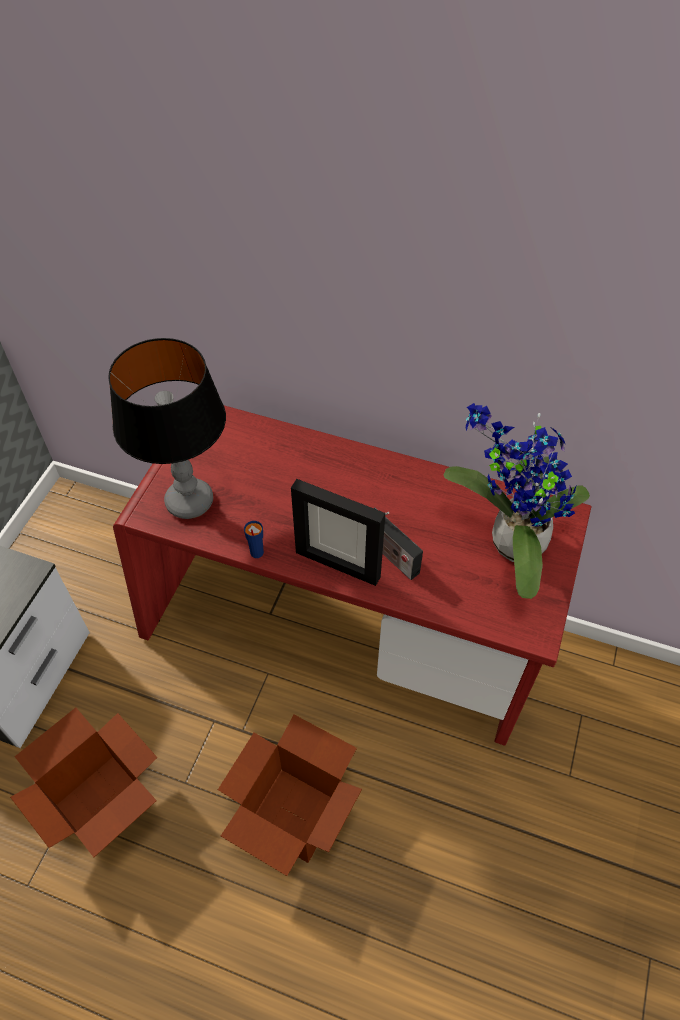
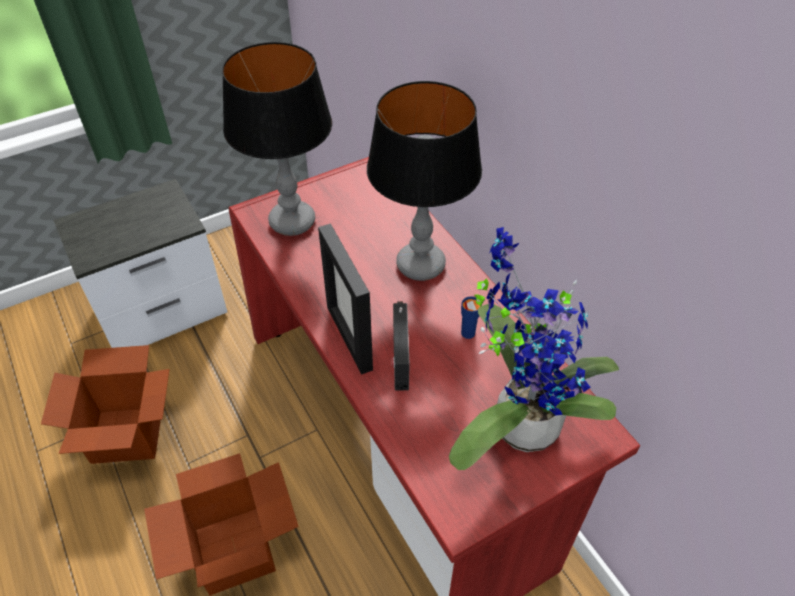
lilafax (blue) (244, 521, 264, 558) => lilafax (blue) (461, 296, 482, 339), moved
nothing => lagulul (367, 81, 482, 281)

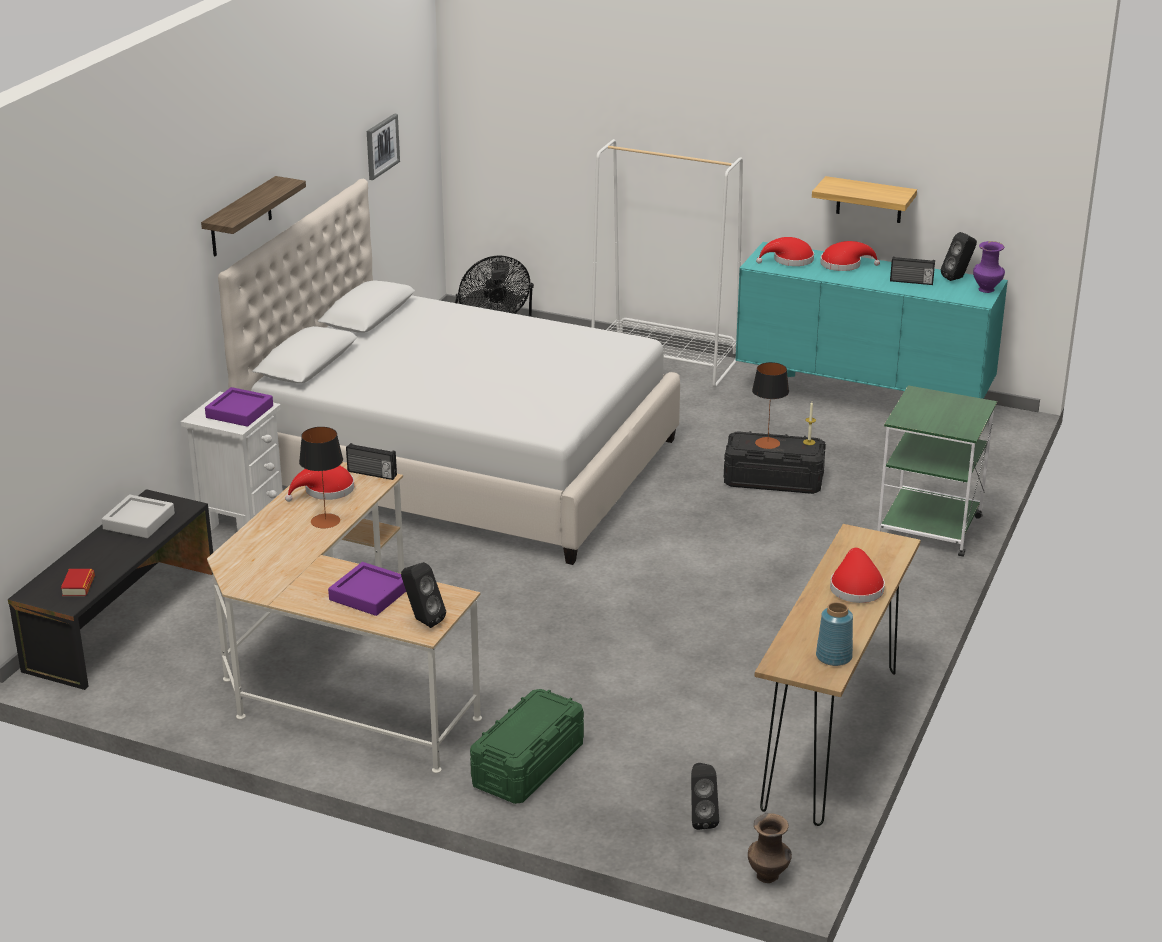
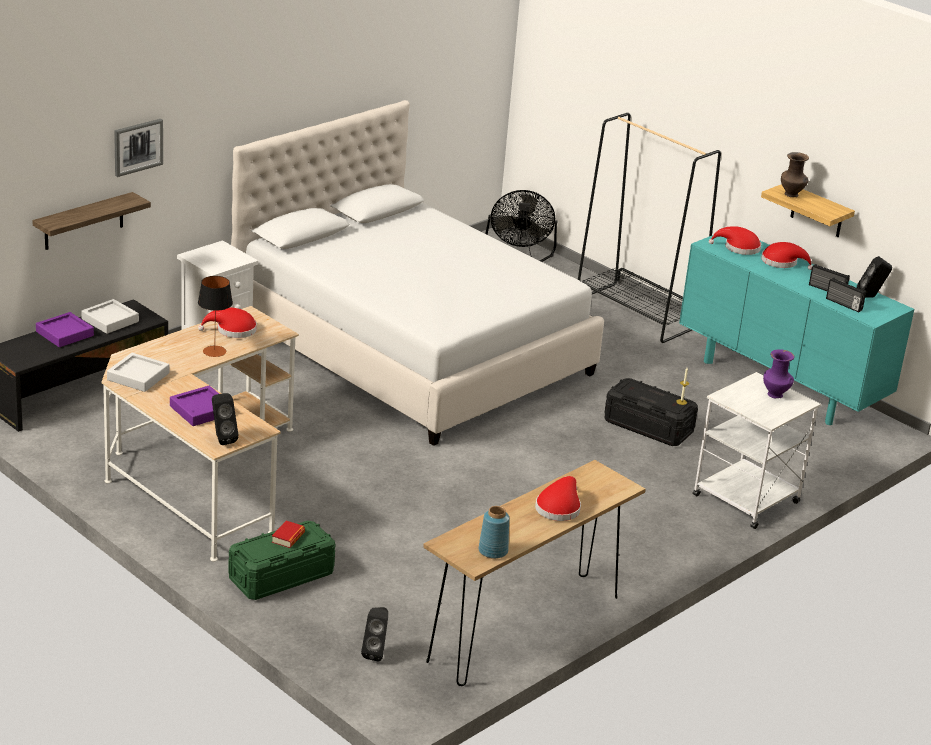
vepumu (61, 569, 95, 596) => vepumu (272, 521, 305, 548), moved
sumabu (201, 176, 306, 256) => sumabu (32, 192, 151, 250), moved
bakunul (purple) (205, 387, 273, 427) => bakunul (purple) (36, 312, 94, 347), moved
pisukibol (346, 443, 397, 480) => pisukibol (826, 278, 866, 312), moved
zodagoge (367, 113, 400, 180) => zodagoge (114, 119, 163, 177), moved
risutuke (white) (591, 139, 743, 388) => risutuke (black) (578, 113, 721, 343)
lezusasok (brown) (748, 813, 792, 883) => lezusasok (brown) (781, 152, 809, 197), moved
lagulul (752, 362, 789, 449) => nothing
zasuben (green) (877, 385, 997, 557) => zasuben (white) (692, 372, 821, 529)
lezusasok (purple) (973, 241, 1005, 293) => lezusasok (purple) (763, 349, 795, 399), moved
nothing => bakunul (grey) (107, 353, 169, 392)

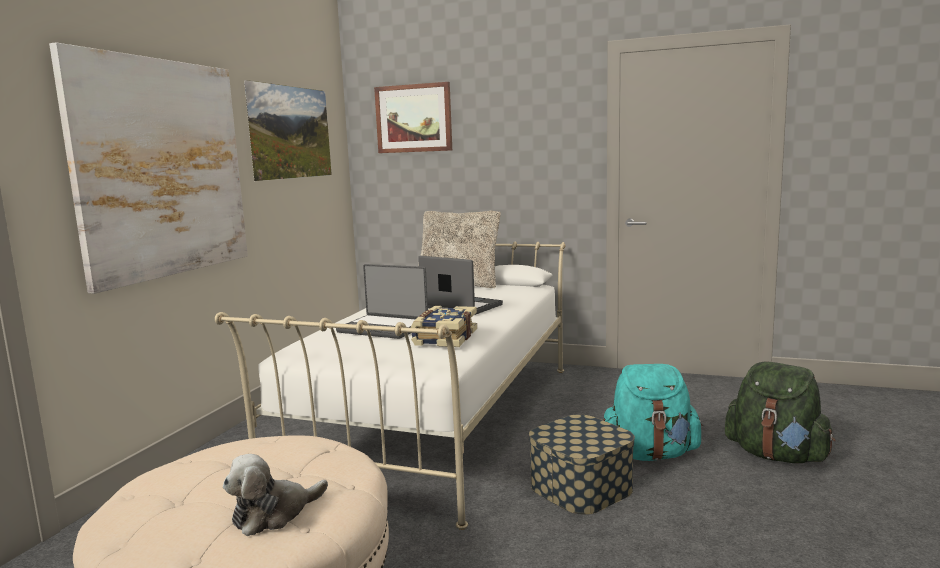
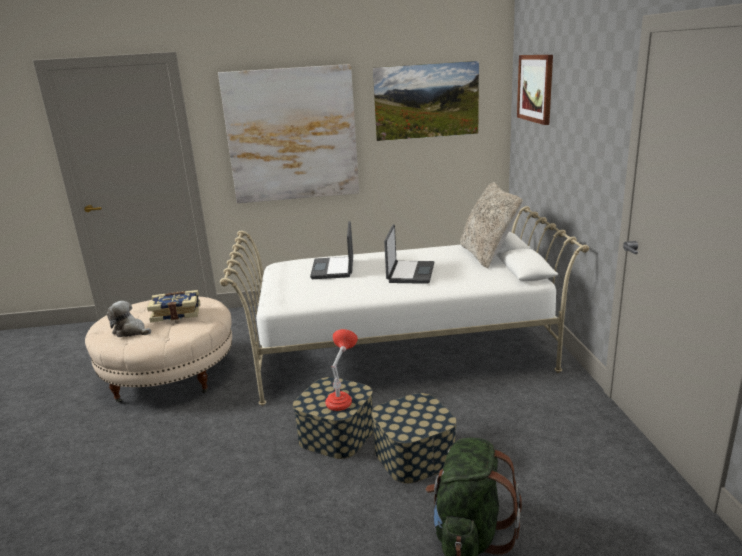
vepumu (411, 306, 477, 347) => vepumu (147, 290, 200, 322), moved
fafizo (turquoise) (603, 364, 703, 461) => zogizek (371, 393, 457, 484)
nothing => lagulul (red) (325, 329, 358, 411)

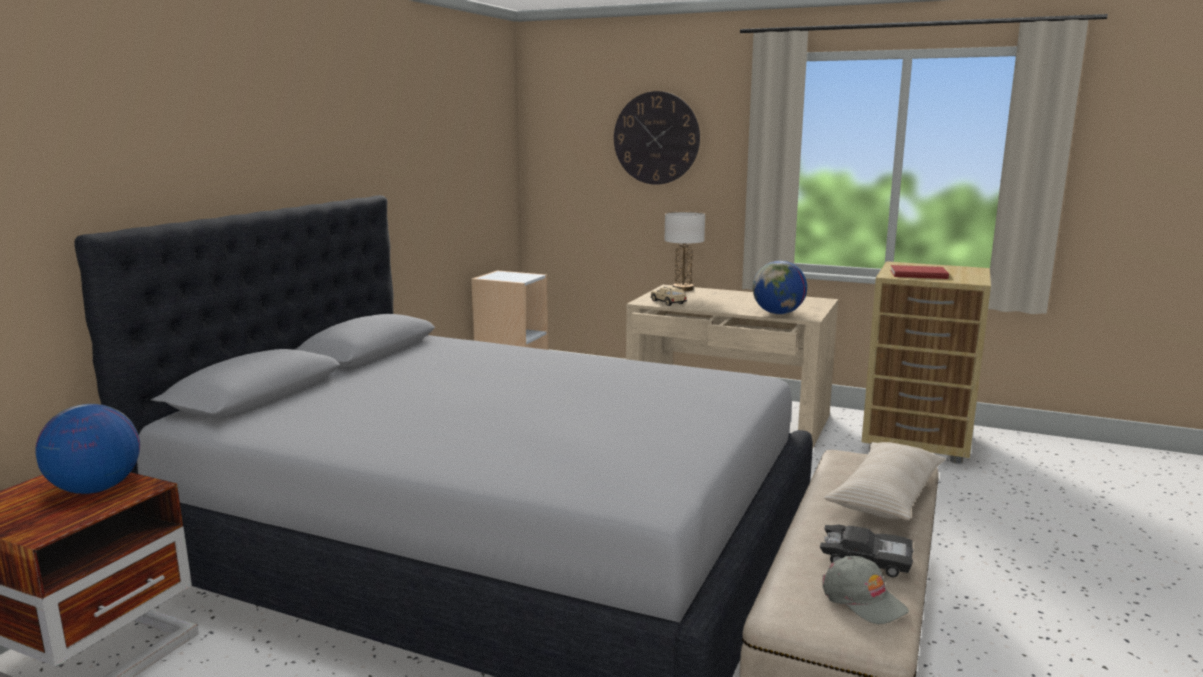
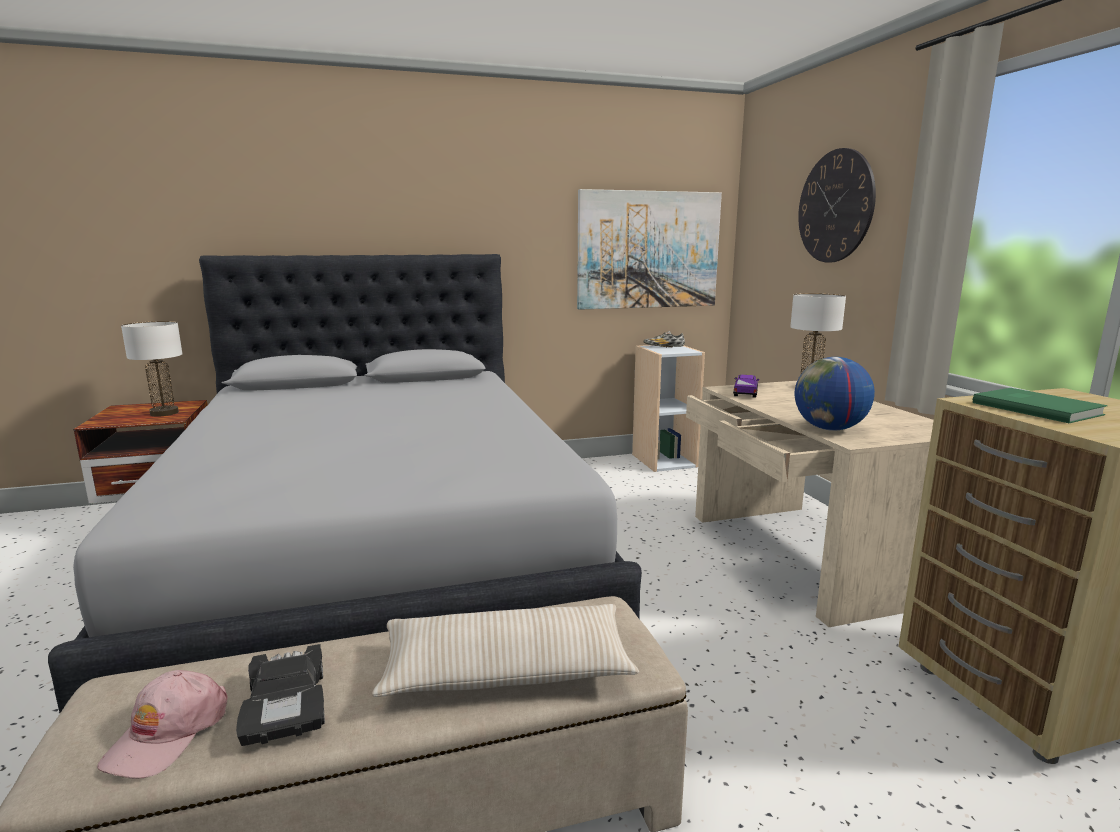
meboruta (35, 404, 140, 494) => lagulul (121, 321, 182, 417)
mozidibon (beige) (650, 286, 687, 306) => mozidibon (purple) (733, 375, 759, 398)
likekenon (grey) (823, 556, 909, 624) => likekenon (pink) (97, 670, 228, 779)
vepumu (red) (890, 265, 949, 279) => vepumu (green) (973, 388, 1108, 423)
nothing => zodagoge (577, 189, 722, 310)
nothing => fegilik (643, 331, 685, 348)

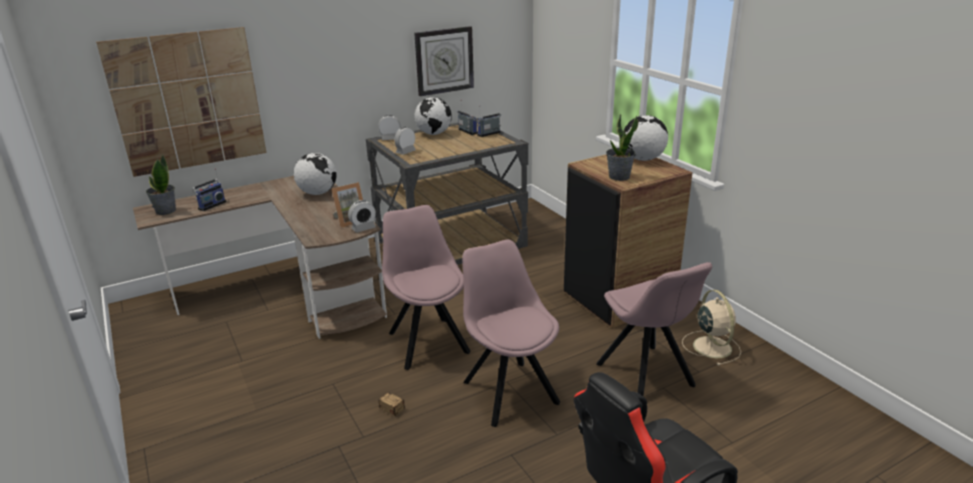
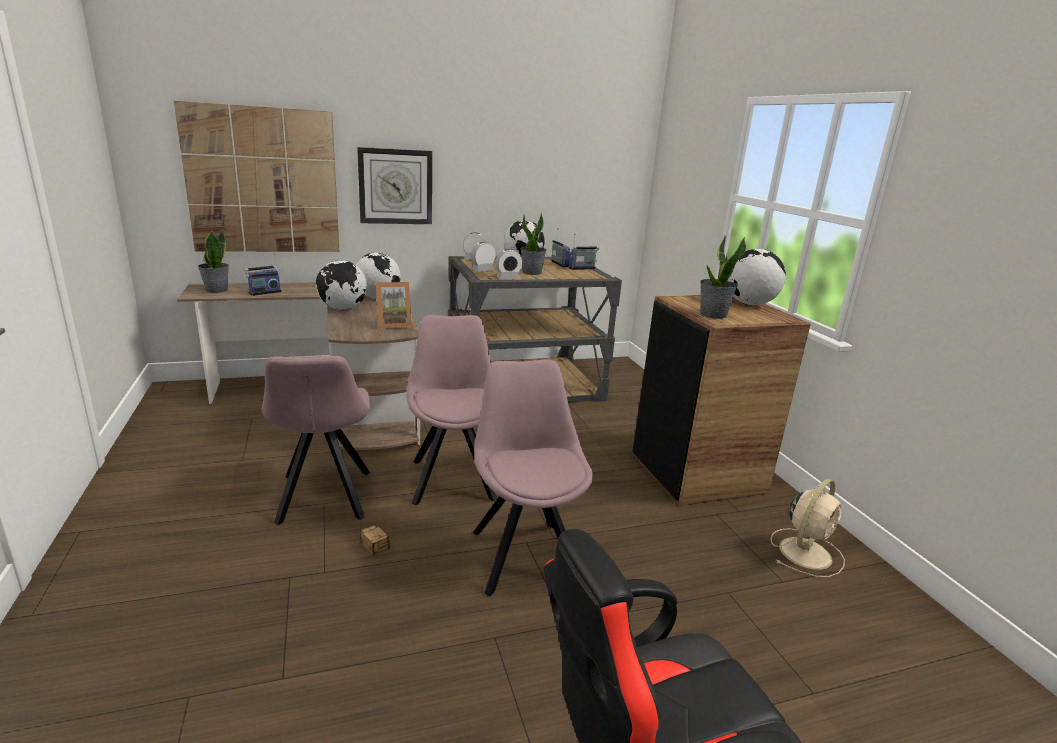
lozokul (348, 200, 376, 232) => lozokul (495, 249, 523, 279), moved
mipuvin (414, 26, 474, 96) => mipuvin (357, 147, 432, 224), moved
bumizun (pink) (596, 262, 712, 396) => bumizun (pink) (262, 356, 370, 525), moved
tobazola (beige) (682, 290, 741, 366) => tobazola (beige) (771, 479, 845, 577), 45 degrees clockwise
nothing => meboruta (316, 260, 367, 310)
nothing => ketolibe (520, 213, 547, 275)

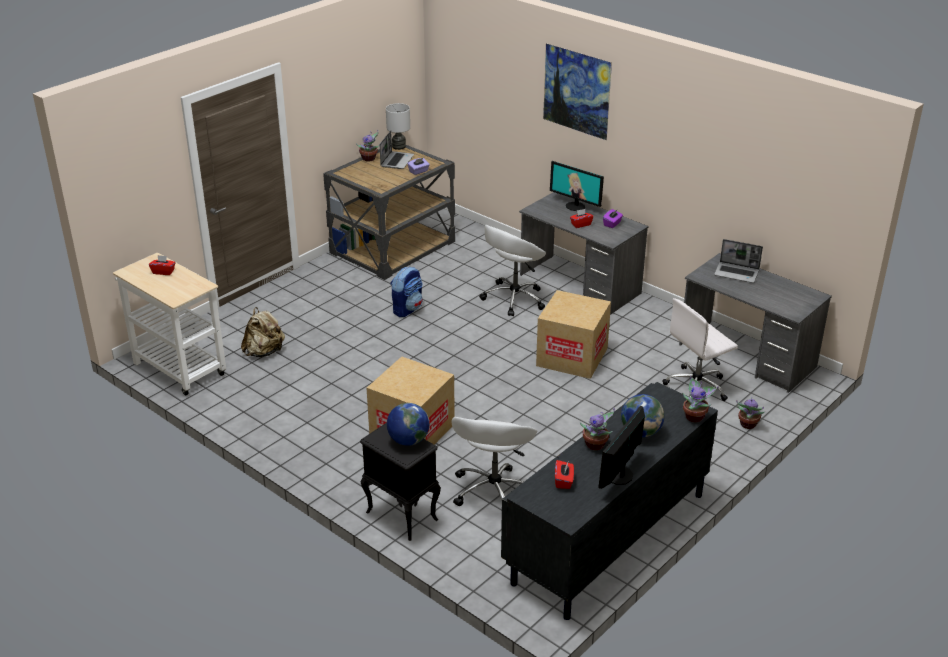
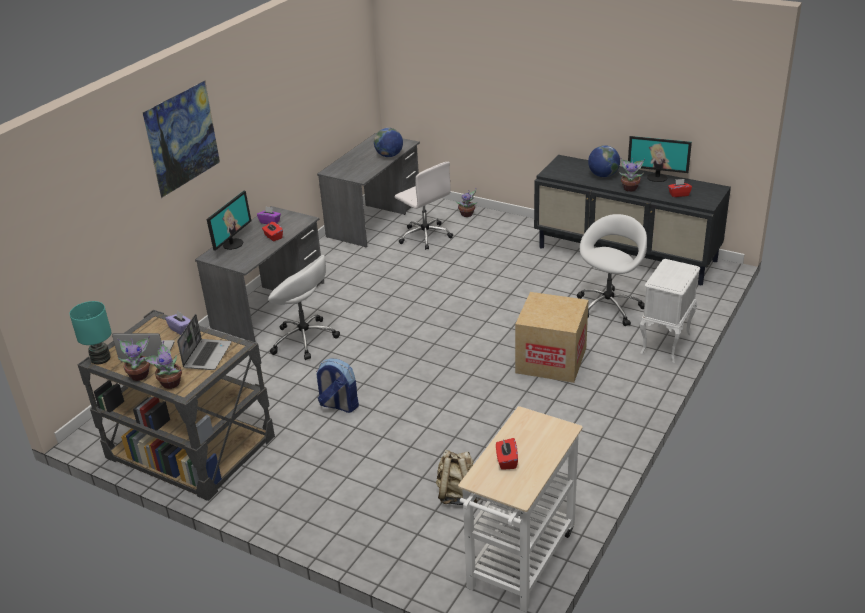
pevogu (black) (360, 423, 441, 541) => pevogu (white) (640, 259, 700, 363)
lagulul (grey) (386, 103, 410, 150) => lagulul (turquoise) (70, 301, 112, 364)
meboruta (387, 403, 429, 446) => meboruta (374, 128, 403, 157), moved
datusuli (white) (452, 417, 537, 506) => datusuli (white) (577, 214, 647, 326), 45 degrees counterclockwise
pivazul (536, 290, 611, 379) => nothing
ketolibe (682, 376, 718, 423) => ketolibe (143, 341, 182, 389), moved
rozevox (714, 239, 763, 283) => rozevox (177, 314, 232, 370), moved

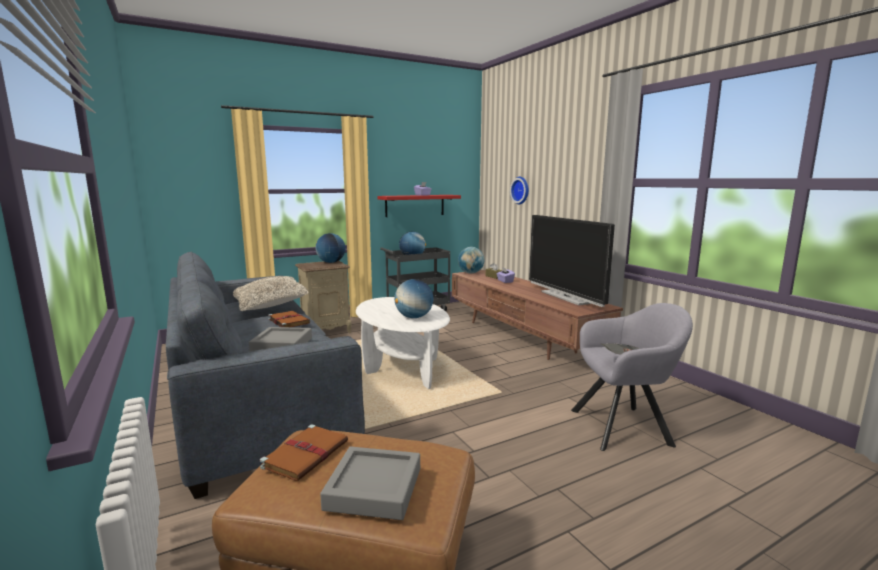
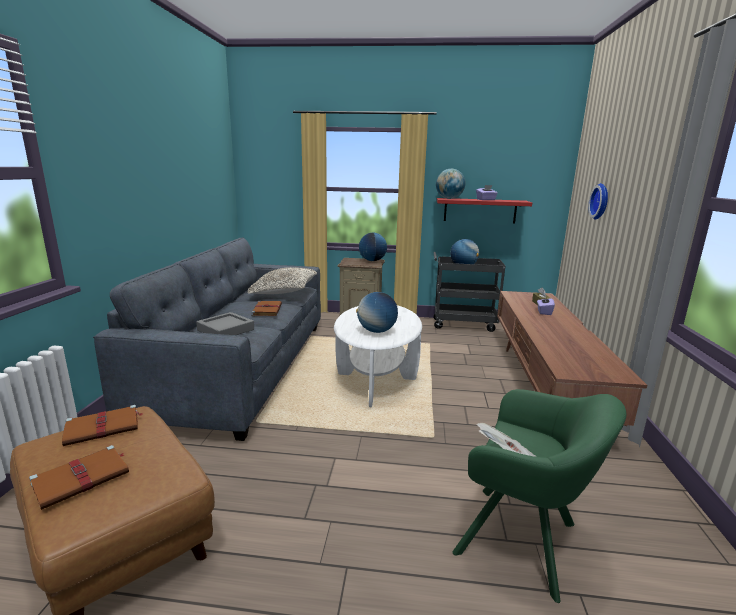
bakunul (grey) (320, 446, 420, 520) => vepumu (brown) (29, 445, 129, 510)
meboruta (458, 247, 485, 273) => meboruta (436, 169, 465, 199), moved
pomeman (529, 215, 615, 307) => nothing
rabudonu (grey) (571, 303, 693, 451) => rabudonu (green) (452, 389, 626, 603)

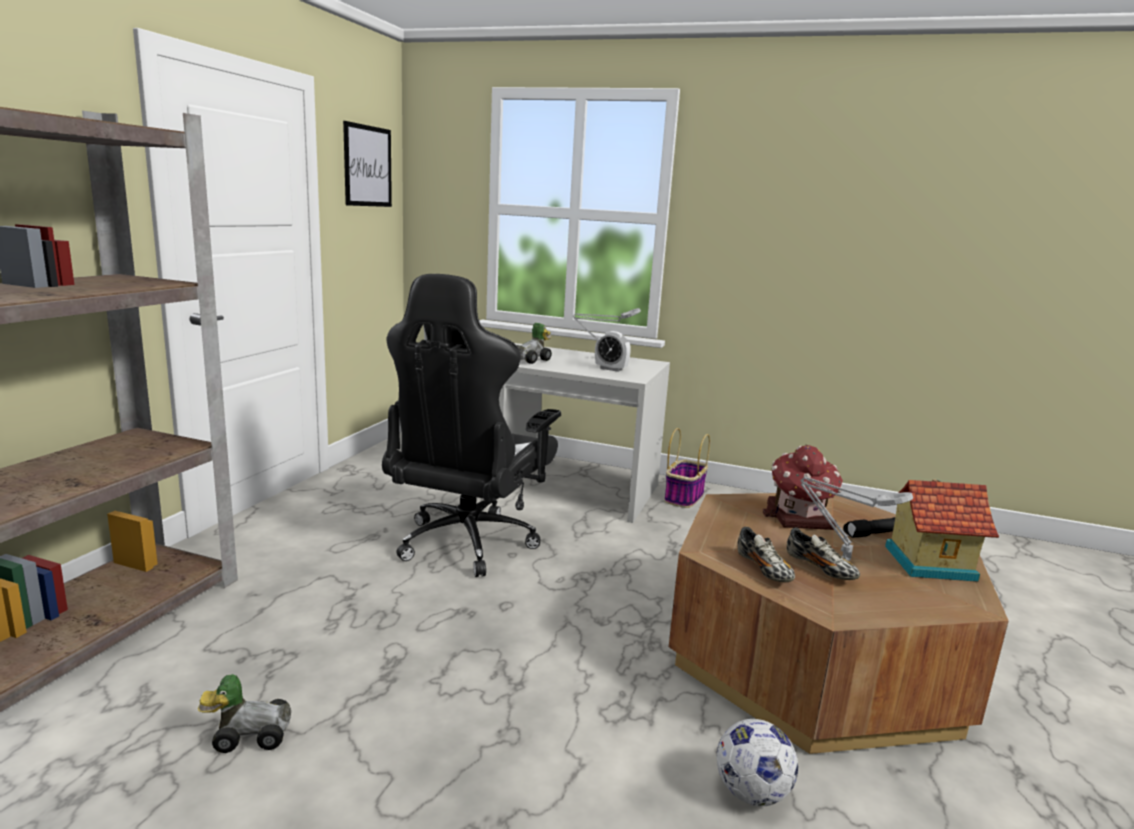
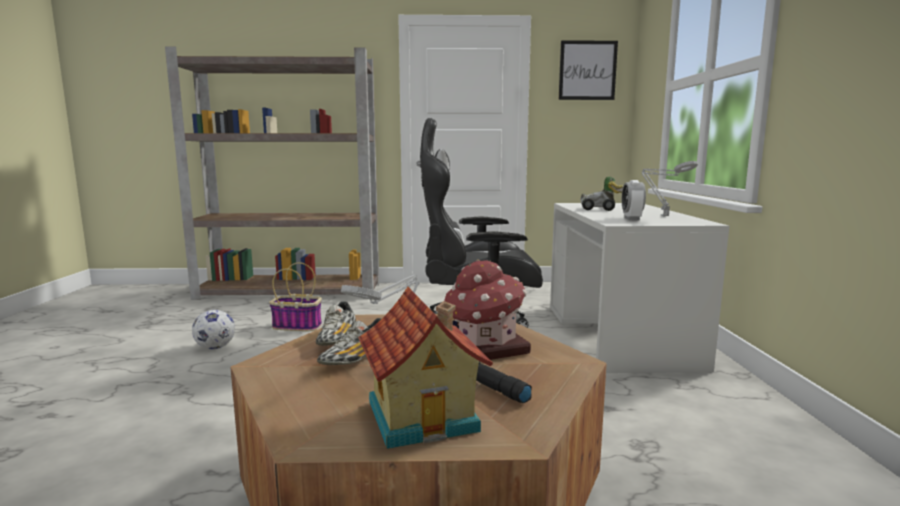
mozidibon (198, 674, 291, 753) => nothing
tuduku (664, 428, 710, 508) => tuduku (269, 262, 322, 331), moved
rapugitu (717, 719, 798, 806) => rapugitu (192, 310, 235, 349), moved
fegilik (737, 527, 795, 582) => fegilik (316, 301, 356, 346), 45 degrees counterclockwise

